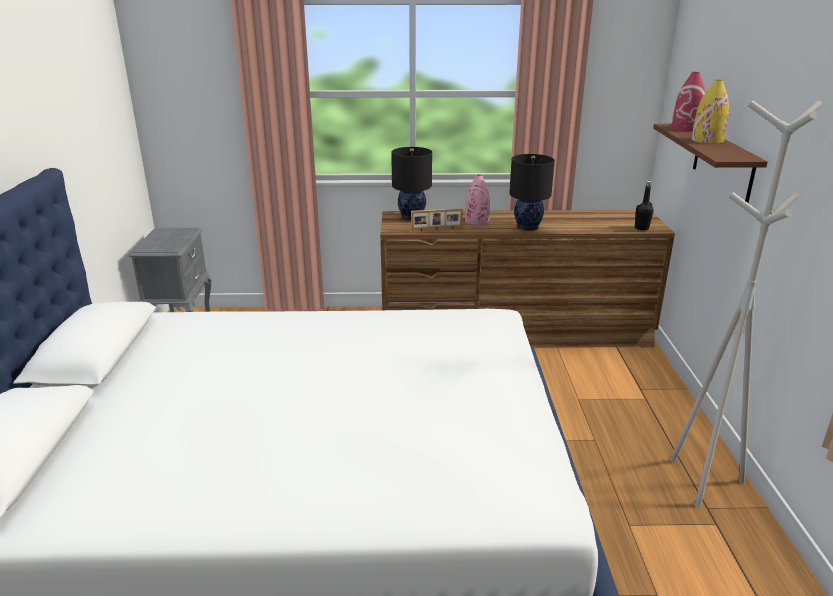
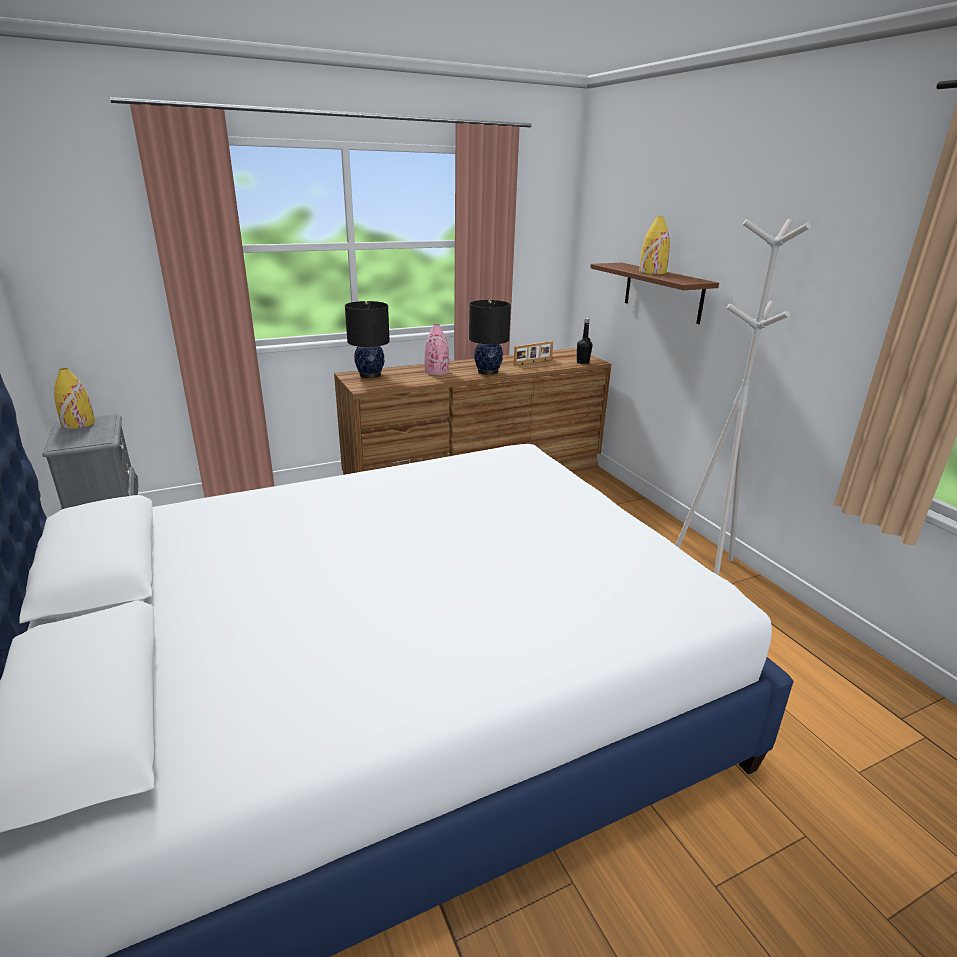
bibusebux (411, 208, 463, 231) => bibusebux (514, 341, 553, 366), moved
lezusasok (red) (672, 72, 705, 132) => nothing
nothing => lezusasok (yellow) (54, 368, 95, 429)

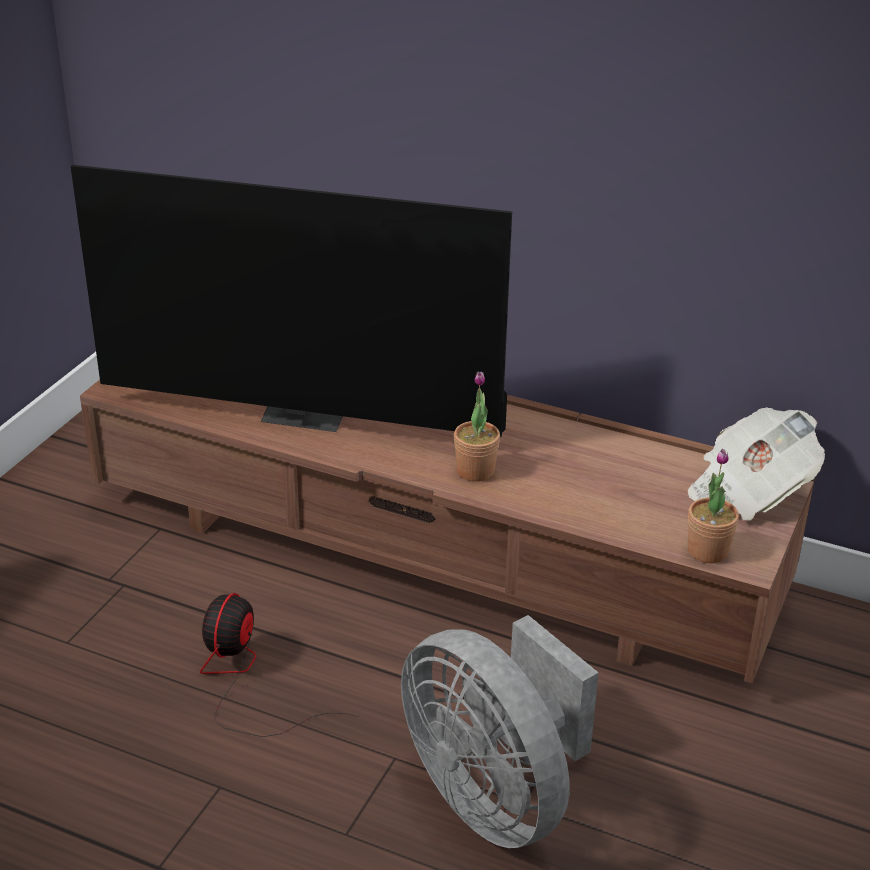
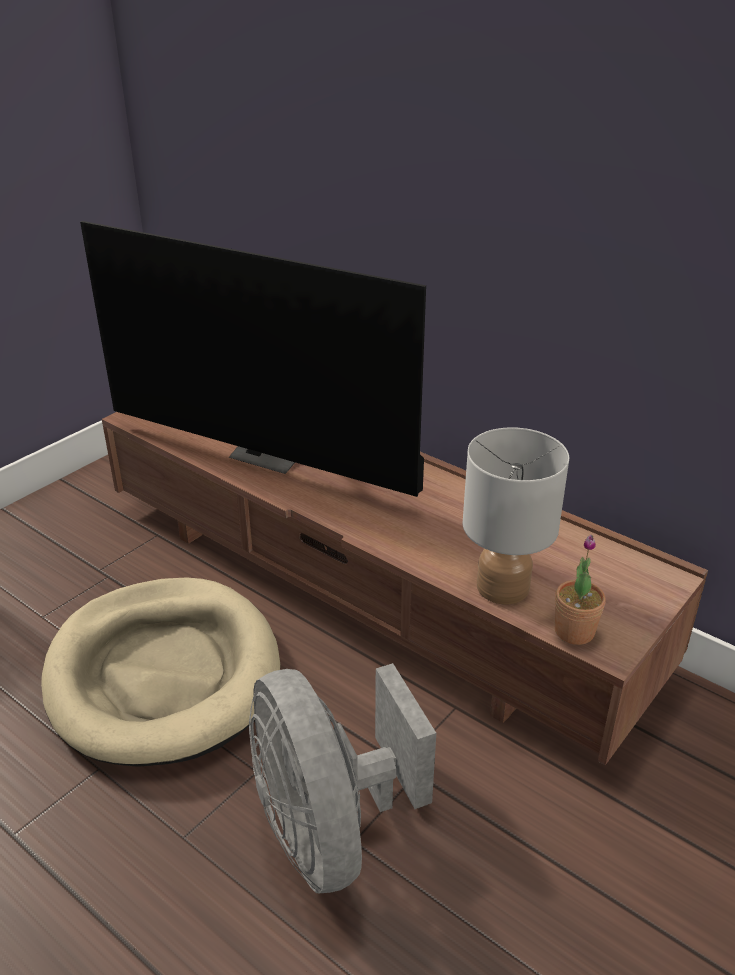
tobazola (200, 593, 360, 737) => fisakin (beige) (41, 577, 280, 767)
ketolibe (454, 372, 500, 482) => nothing
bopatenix (688, 407, 825, 521) => nothing
nothing => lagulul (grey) (463, 427, 569, 605)

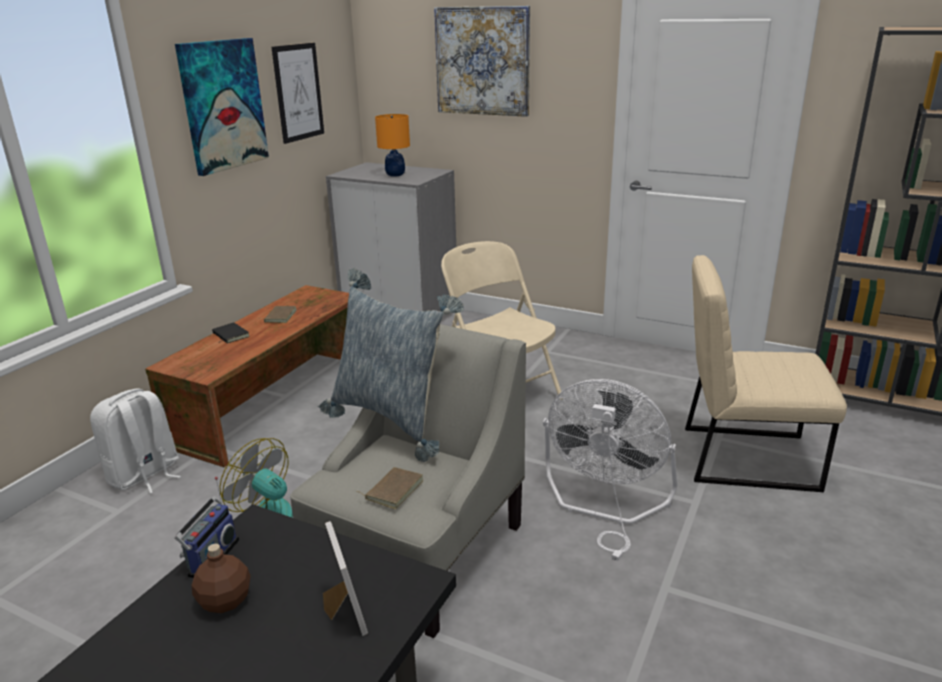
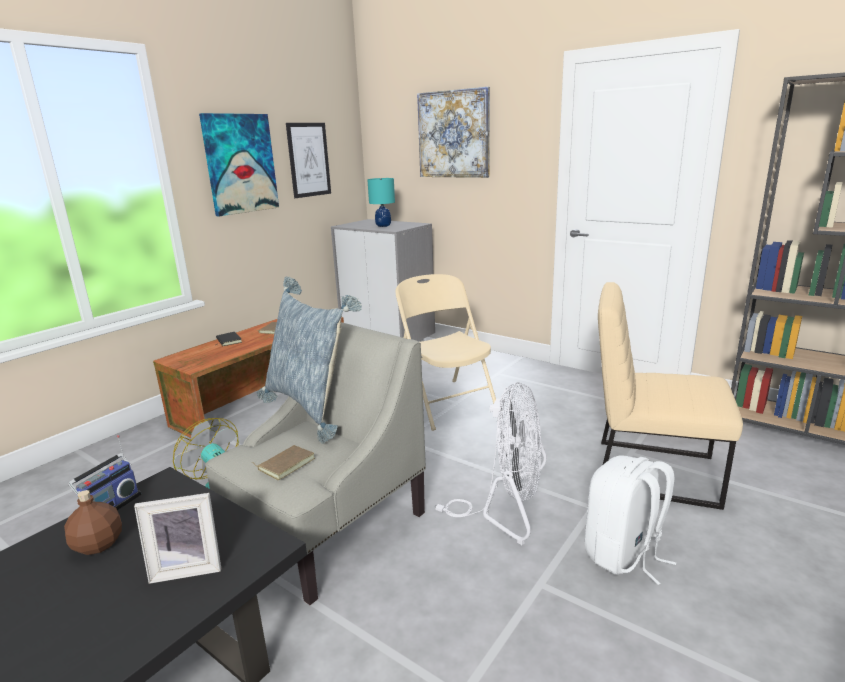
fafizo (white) (90, 389, 181, 494) => fafizo (white) (585, 455, 676, 585), moved
bibusebux (323, 521, 368, 636) => bibusebux (134, 493, 222, 584), 90 degrees clockwise
lagulul (orange) (375, 114, 410, 177) => lagulul (turquoise) (367, 178, 395, 227)
tobazola (white) (543, 379, 678, 561) => tobazola (white) (435, 382, 547, 546), 75 degrees clockwise

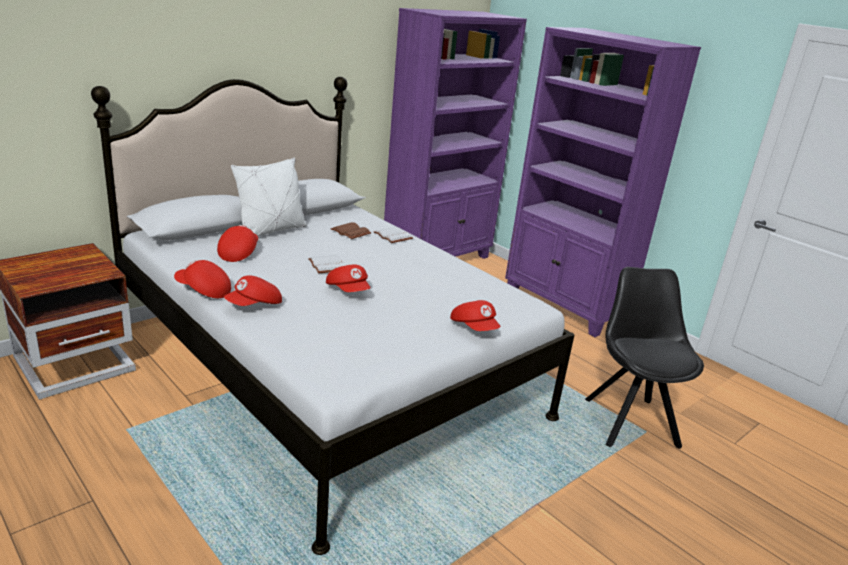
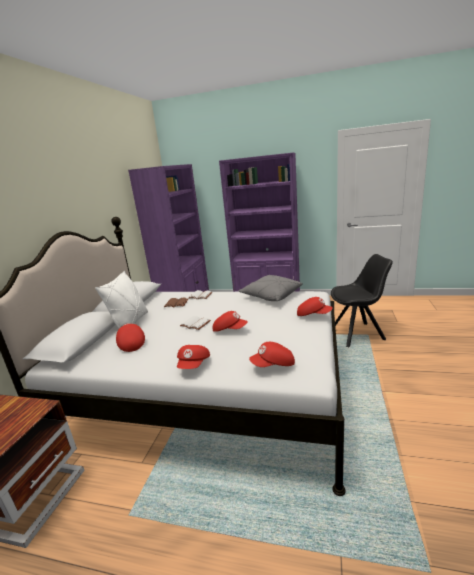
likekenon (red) (174, 260, 231, 298) => likekenon (red) (249, 342, 295, 367), moved
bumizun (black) (585, 267, 704, 449) => bumizun (black) (331, 254, 393, 347), 120 degrees clockwise
nothing => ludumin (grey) (239, 275, 303, 301)

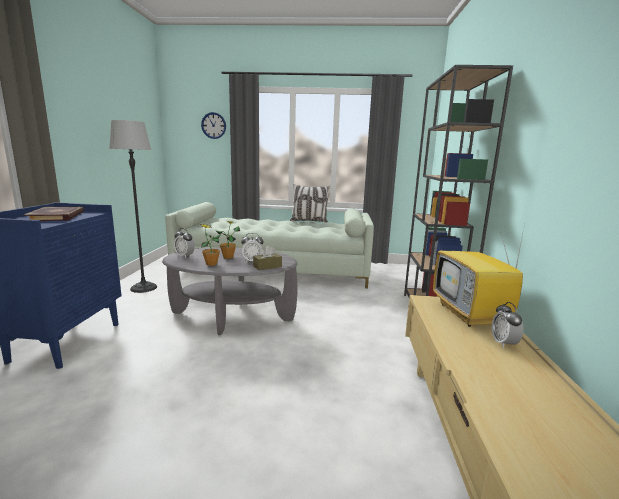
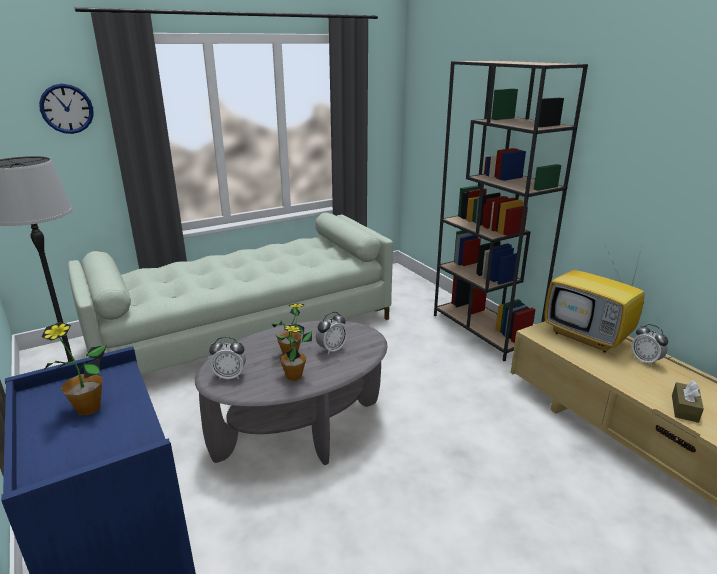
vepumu (23, 207, 84, 221) => ketolibe (41, 322, 107, 415)
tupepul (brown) (253, 246, 282, 270) => tupepul (brown) (672, 380, 704, 423), moved
ludumin (290, 184, 330, 223) => nothing

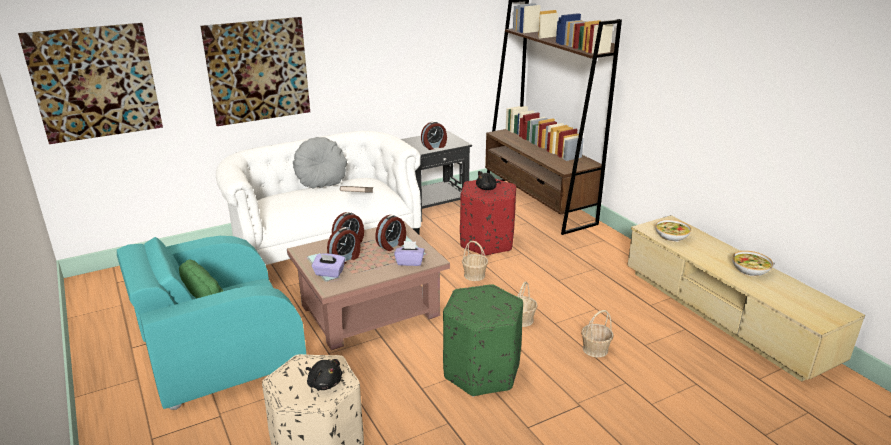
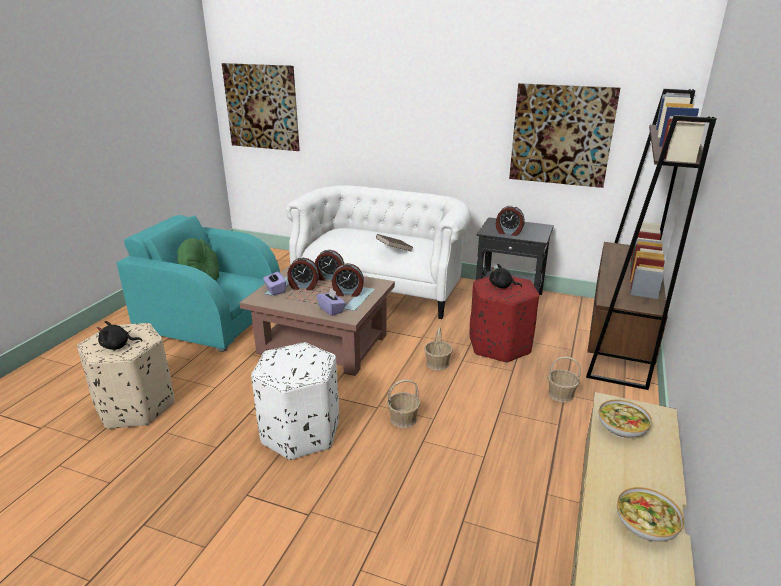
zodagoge (200, 17, 310, 126) => zodagoge (509, 83, 620, 188), moved
ludumin (grey) (293, 137, 347, 188) => nothing
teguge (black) (306, 359, 342, 390) => teguge (black) (97, 321, 143, 350), 75 degrees clockwise
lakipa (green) (443, 284, 523, 397) => lakipa (white) (251, 342, 339, 460)
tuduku (581, 310, 614, 357) => tuduku (548, 357, 581, 402), moved

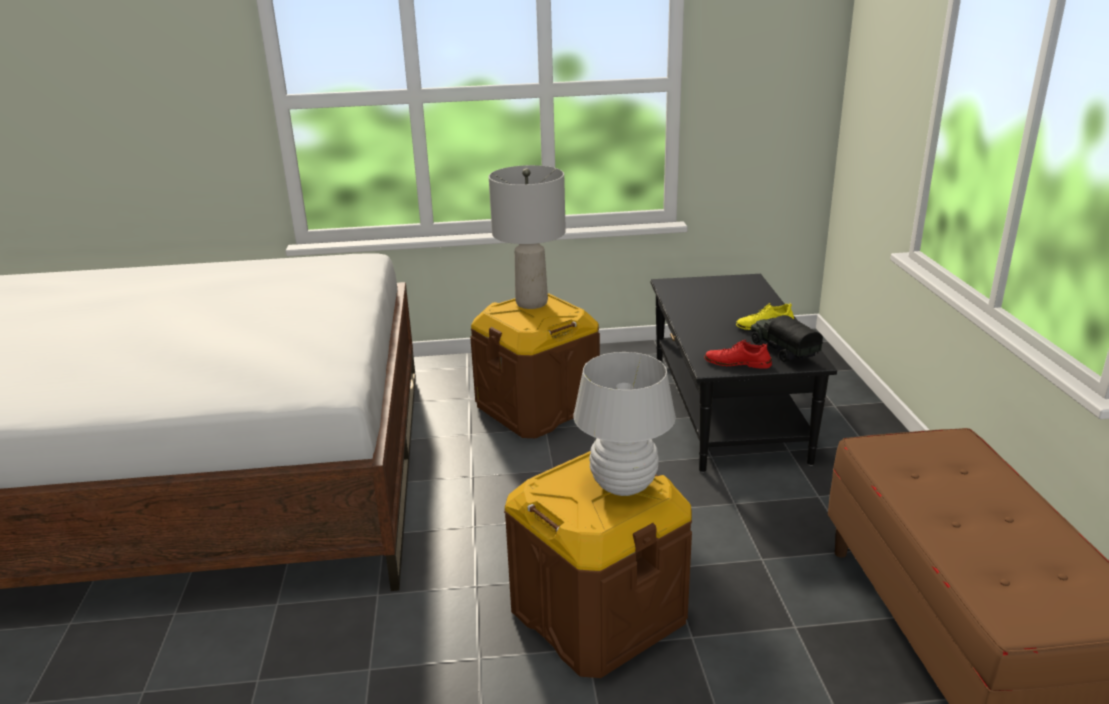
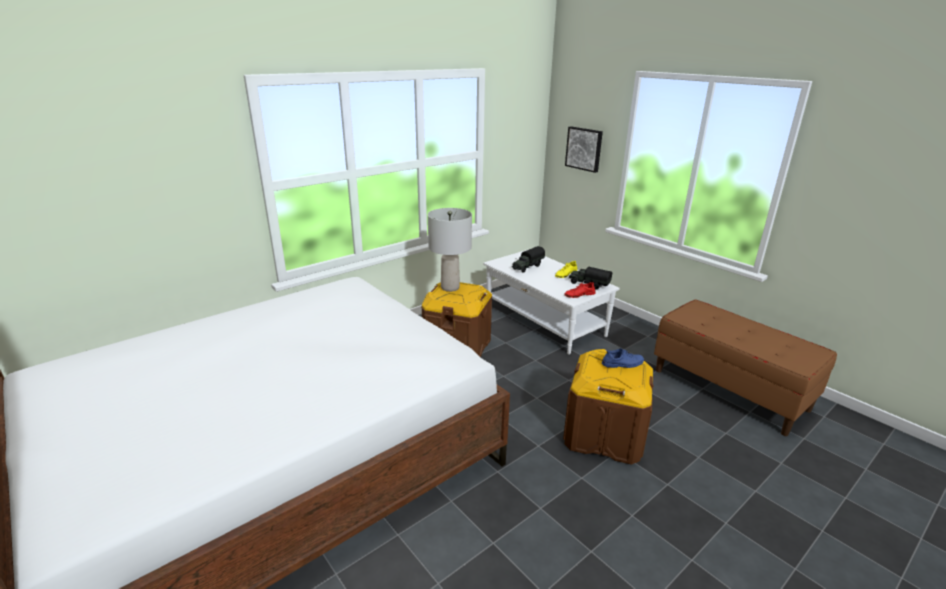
lagulul (white) (573, 352, 676, 496) => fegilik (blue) (602, 348, 644, 368)
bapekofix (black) (650, 274, 837, 473) => bapekofix (white) (483, 249, 620, 355)
nothing => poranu (512, 246, 545, 273)
nothing => zodagoge (565, 126, 603, 173)

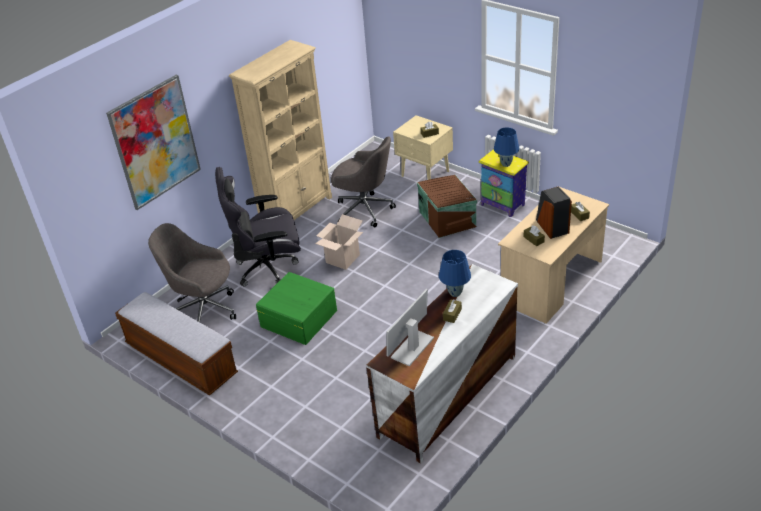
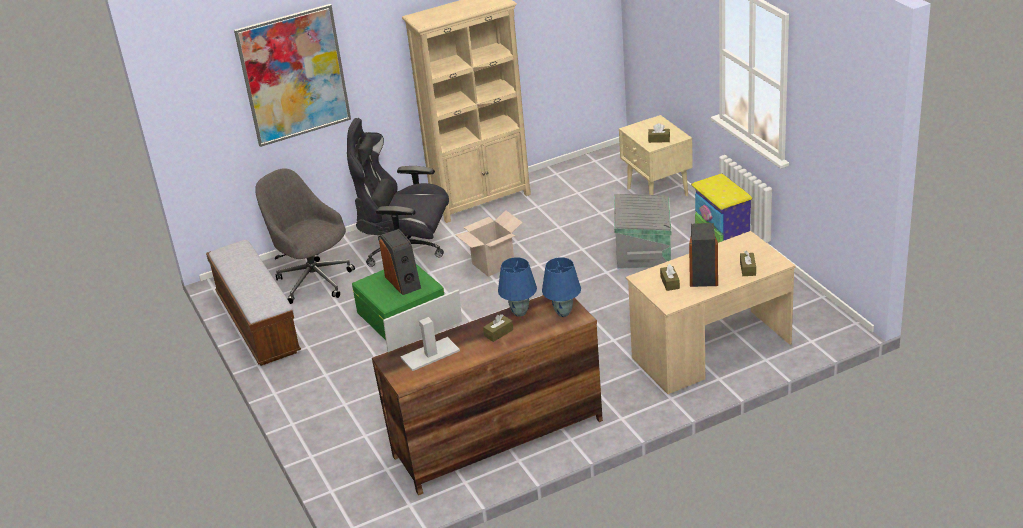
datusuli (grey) (331, 136, 396, 227) => nothing
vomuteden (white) (366, 264, 518, 463) => vomuteden (brown) (372, 295, 603, 495)
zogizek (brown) (417, 175, 477, 238) => zogizek (grey) (614, 194, 671, 269)
lagulul (blue) (494, 127, 519, 167) => lagulul (blue) (542, 257, 581, 317), moved
nothing => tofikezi (379, 229, 421, 295)

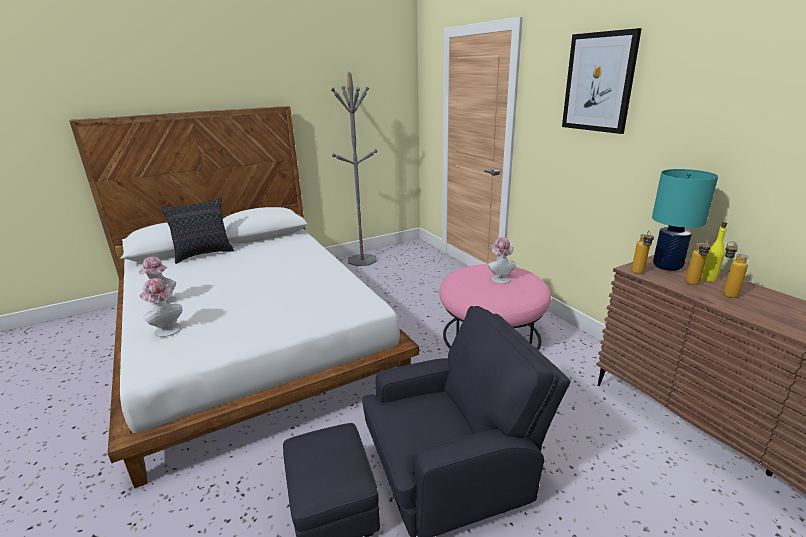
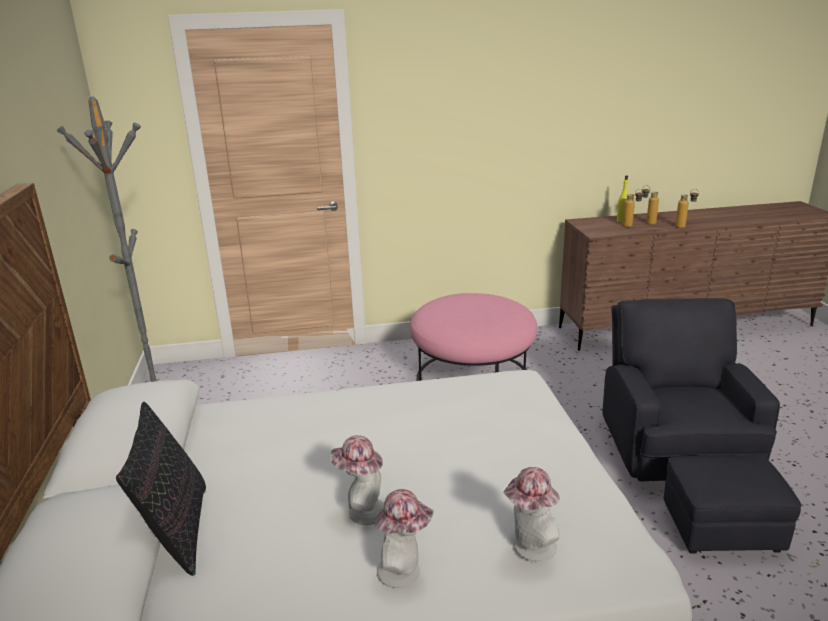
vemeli (488, 237, 516, 284) => vemeli (330, 435, 384, 525), moved
zodagoge (562, 28, 642, 134) => nothing
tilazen (631, 230, 654, 274) => tilazen (675, 189, 699, 228), moved
lagulul (turquoise) (652, 169, 718, 271) => nothing

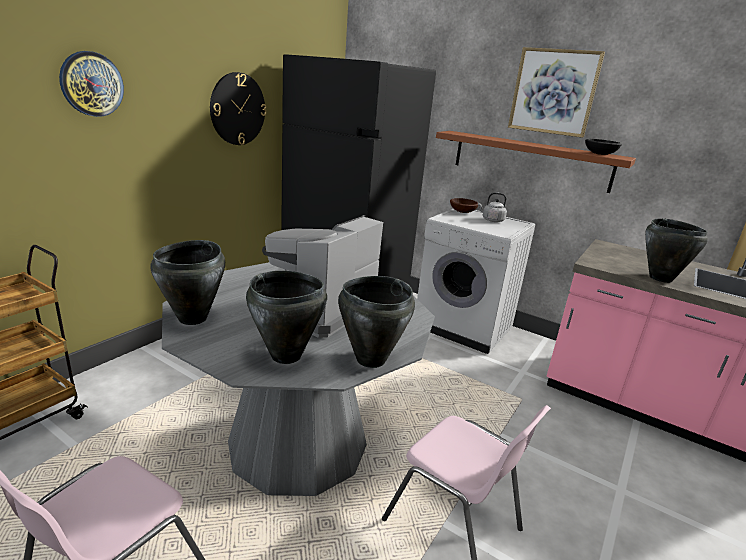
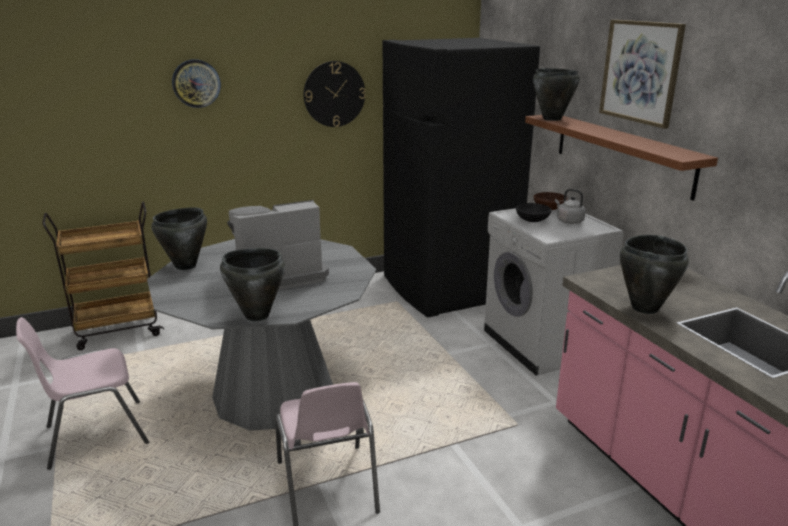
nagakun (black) (246, 271, 327, 364) => nagakun (black) (533, 68, 580, 121), moved
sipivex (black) (585, 139, 622, 155) => sipivex (black) (516, 203, 552, 222), moved

